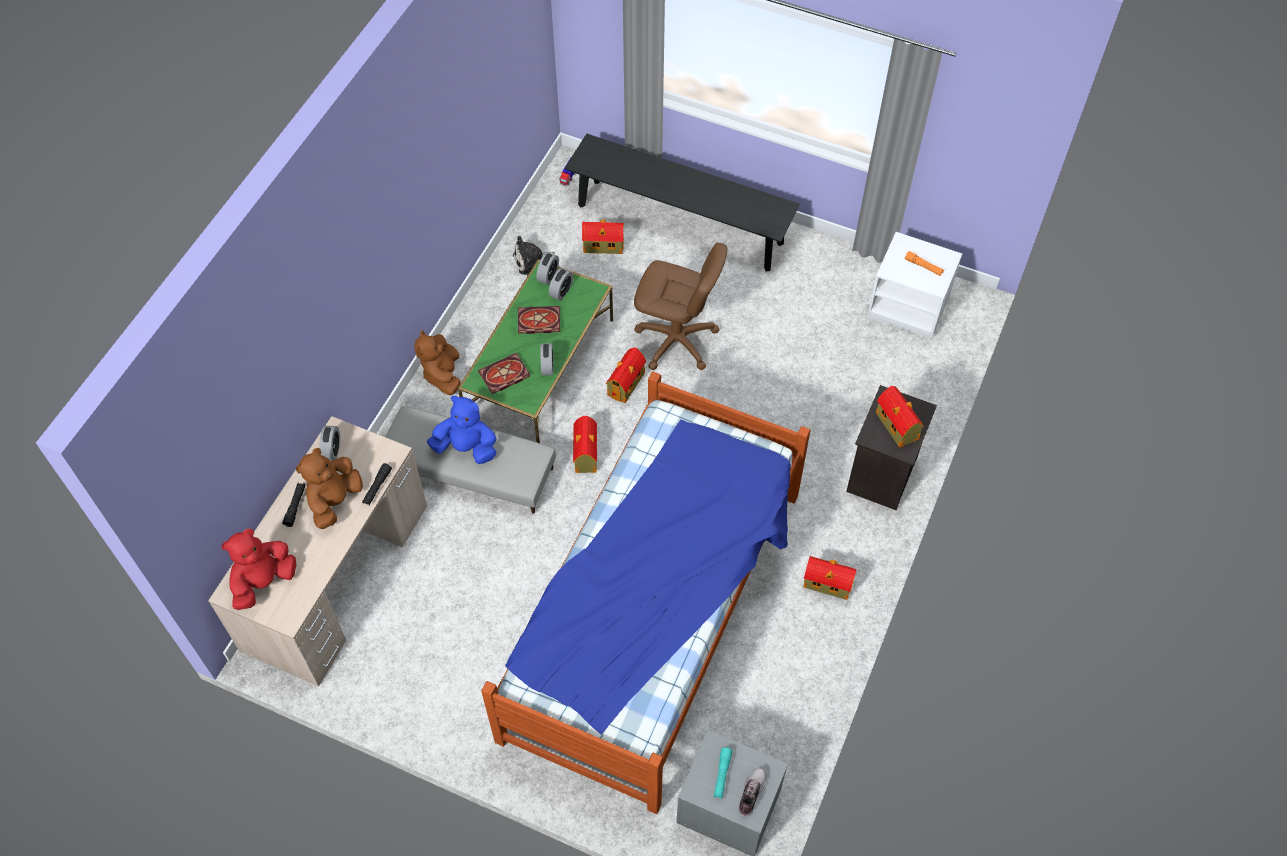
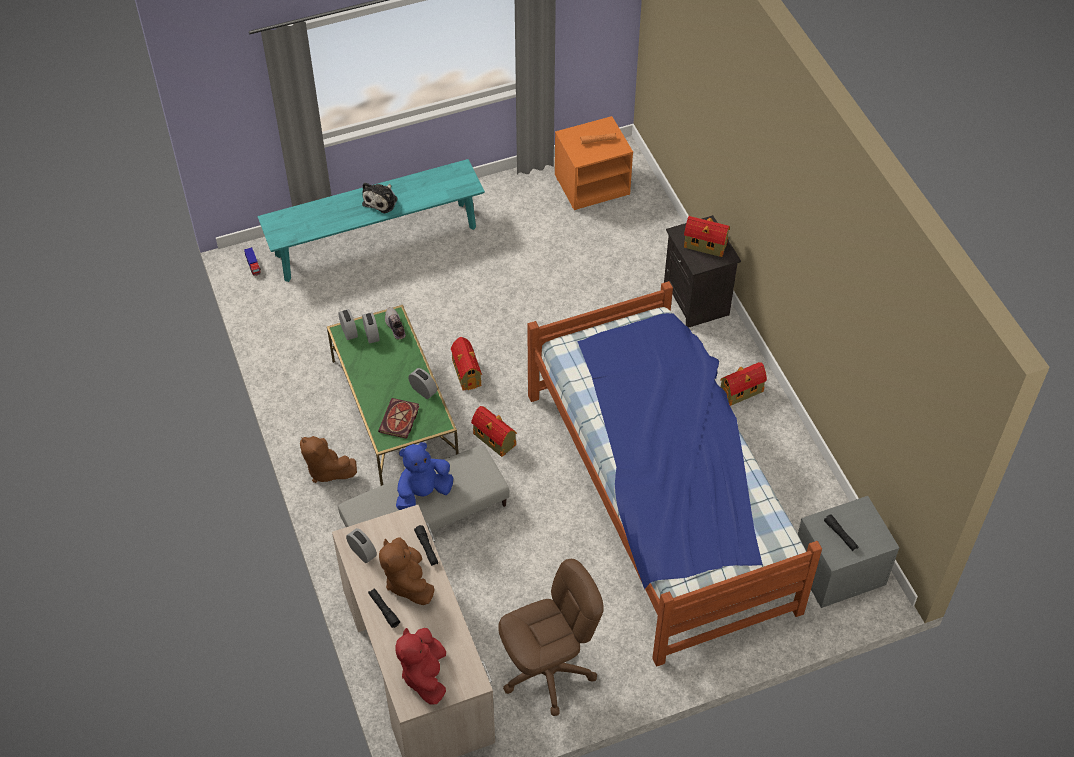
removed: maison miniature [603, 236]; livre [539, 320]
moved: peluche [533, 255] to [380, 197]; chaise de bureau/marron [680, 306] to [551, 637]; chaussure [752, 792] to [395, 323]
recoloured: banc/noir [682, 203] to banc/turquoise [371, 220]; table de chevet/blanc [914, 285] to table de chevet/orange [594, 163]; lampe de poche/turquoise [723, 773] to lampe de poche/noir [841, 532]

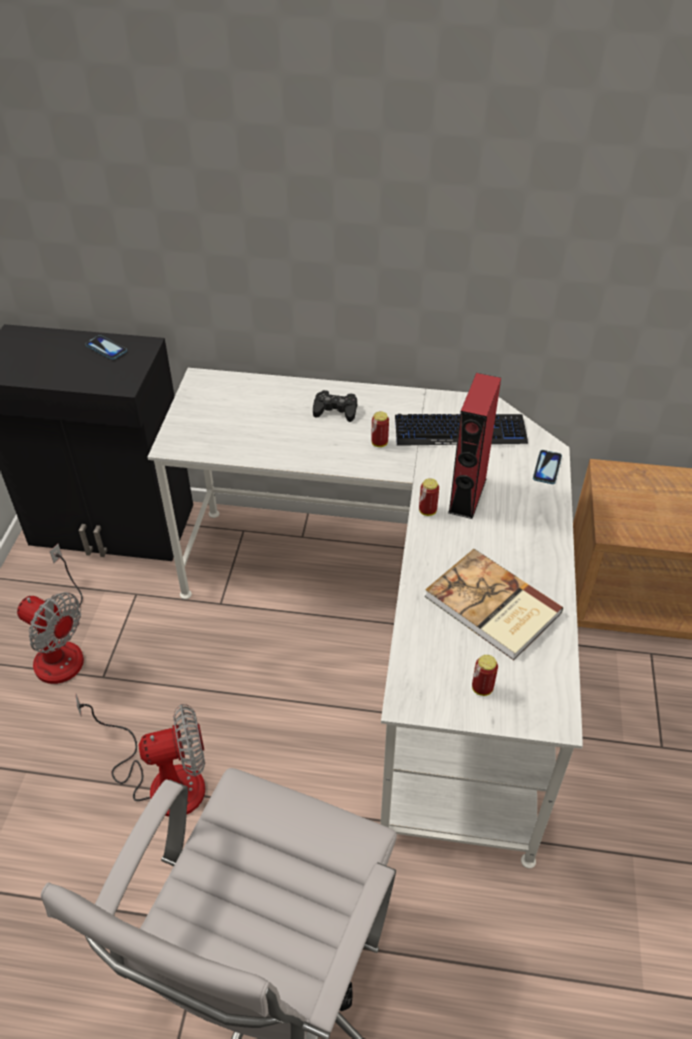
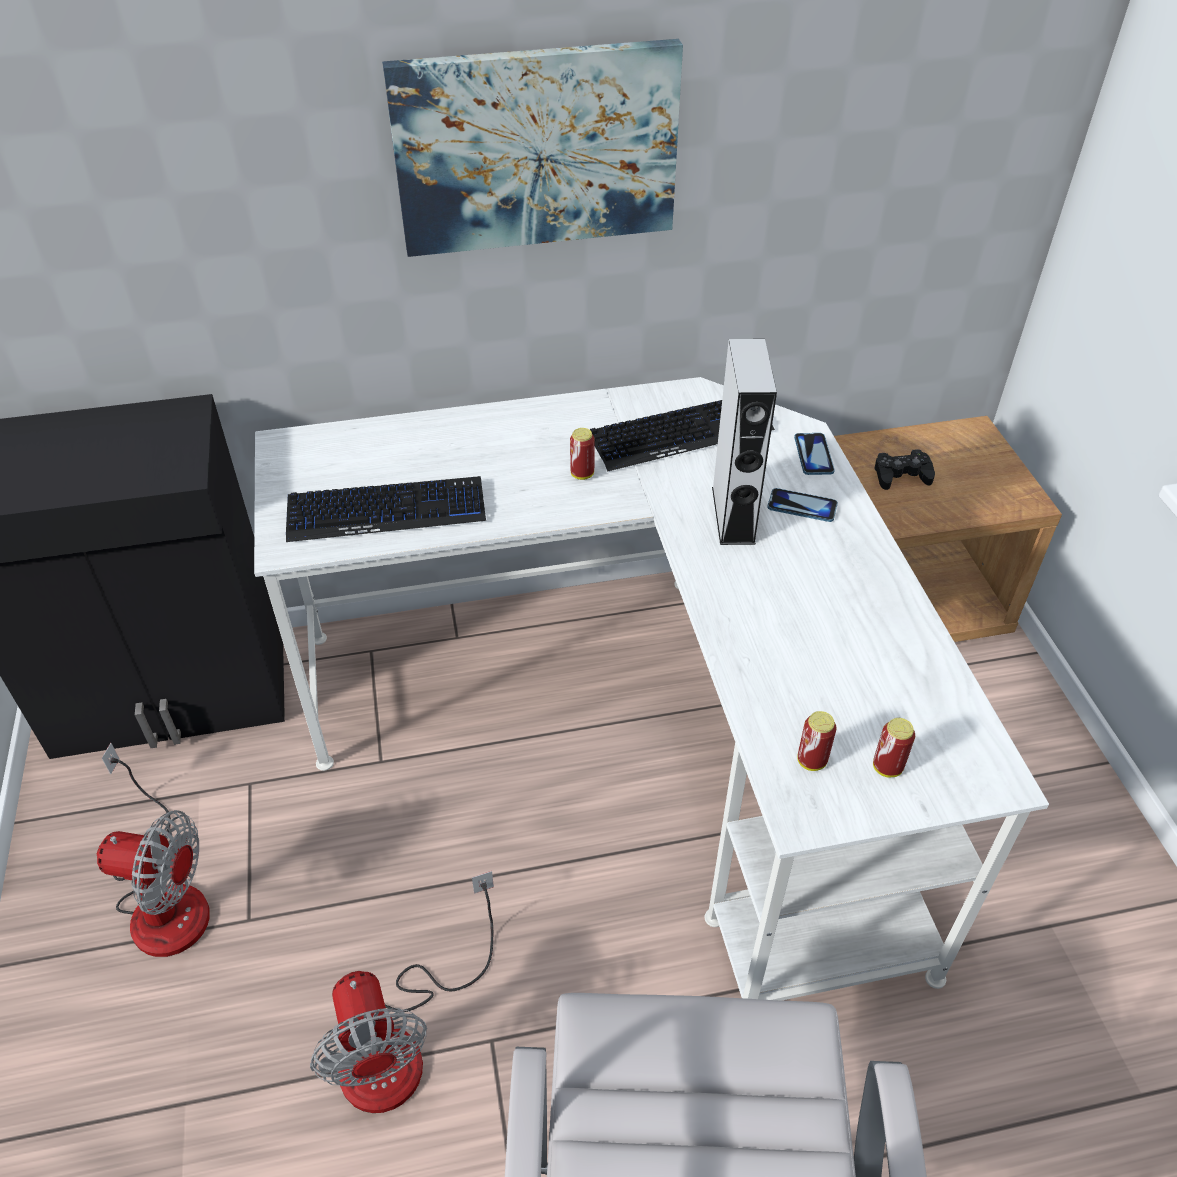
removed: livre [494, 604]
added: tableau [532, 148]; clavier [386, 509]
moved: téléphone [106, 347] to [802, 505]; manette/noir [335, 406] to [905, 469]; boîte métallique [429, 497] to [817, 741]
recoloured: enceinte/rouge [474, 446] to enceinte/gris [744, 442]
turned: ventilateur [140, 755] = [402, 992] 105 degrees clockwise

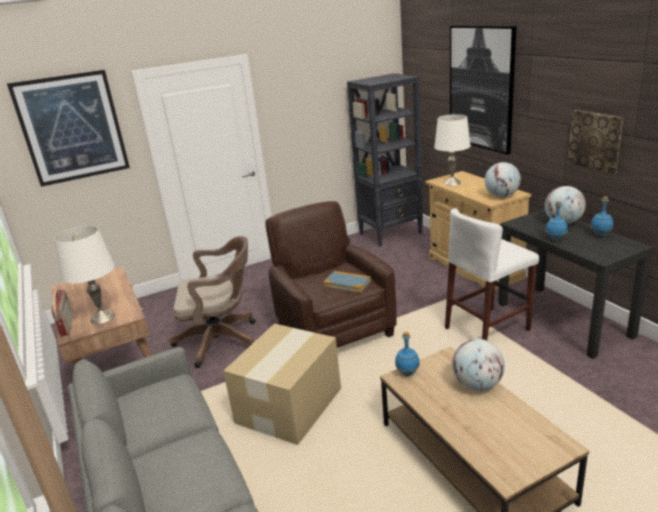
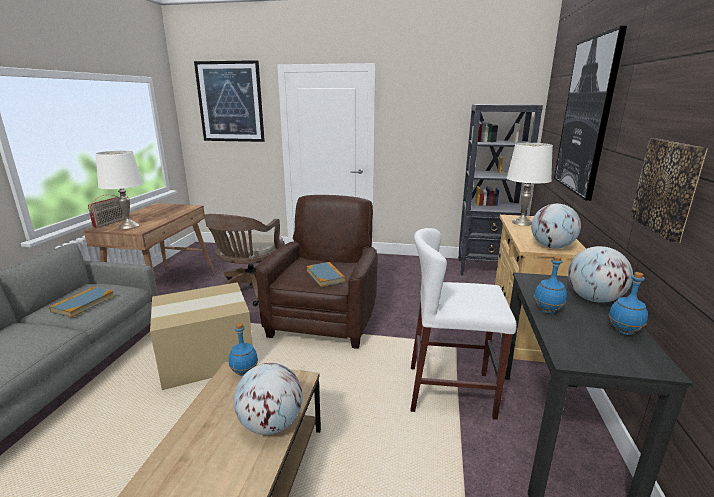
added: livre [81, 302]
turned: chaise de bureau/marron [212, 302] = [244, 260] 75 degrees clockwise

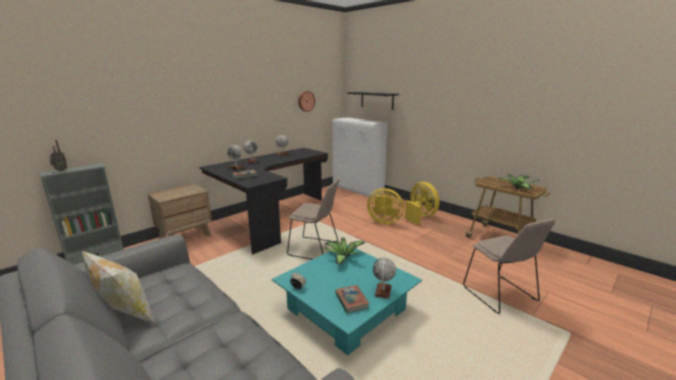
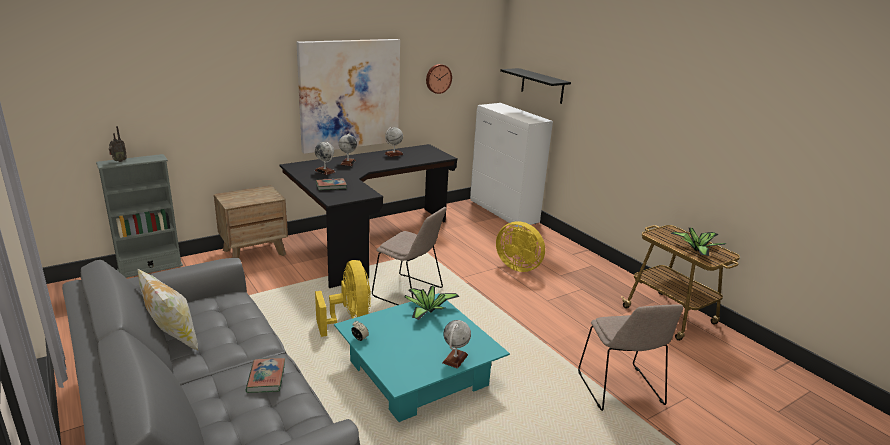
added: tableau [348, 96]
moved: ventilateur/jaune [422, 203] to [343, 298]; livre [352, 299] to [265, 375]

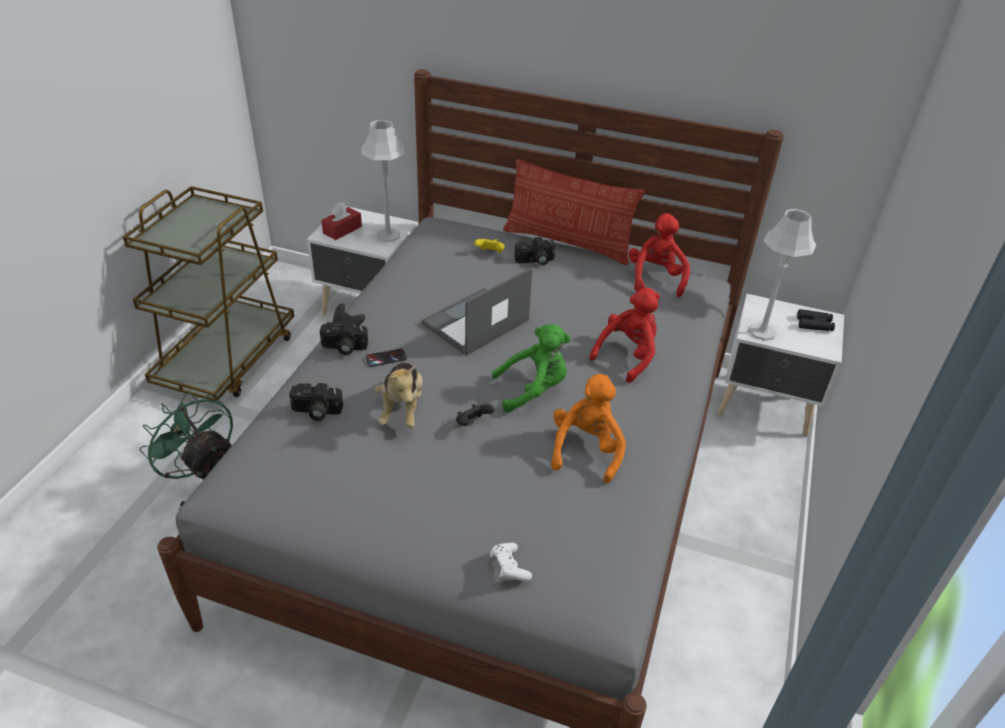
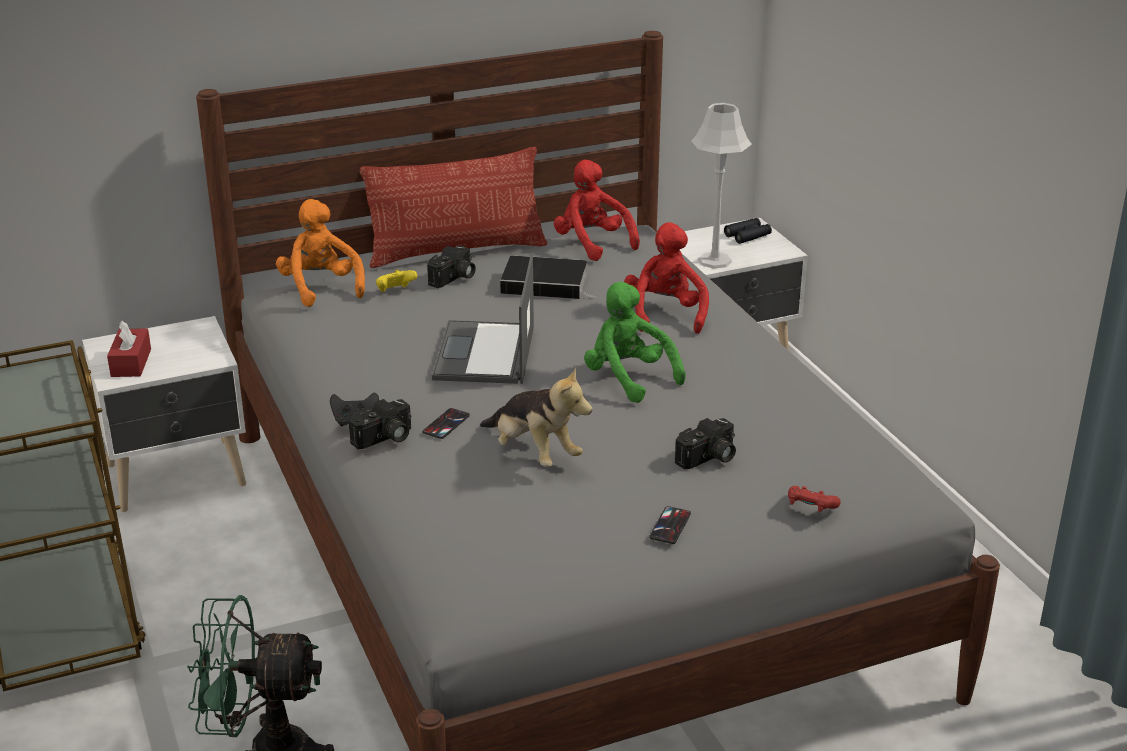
removed: lampe de table/gris [383, 181]; manette/noir [475, 415]
added: livre [547, 277]; téléphone [670, 525]
moved: peluche/orange [588, 429] to [320, 253]; appareil photo [316, 402] to [705, 443]
recoloured: manette/blanc [511, 562] to manette/rouge [814, 499]
turned: peluche/vert [531, 368] = [635, 342] 75 degrees counterclockwise

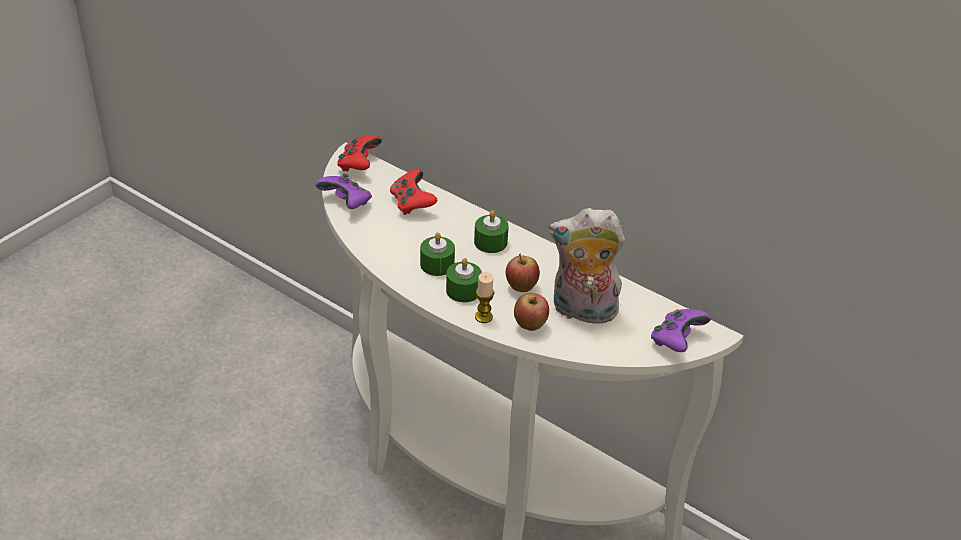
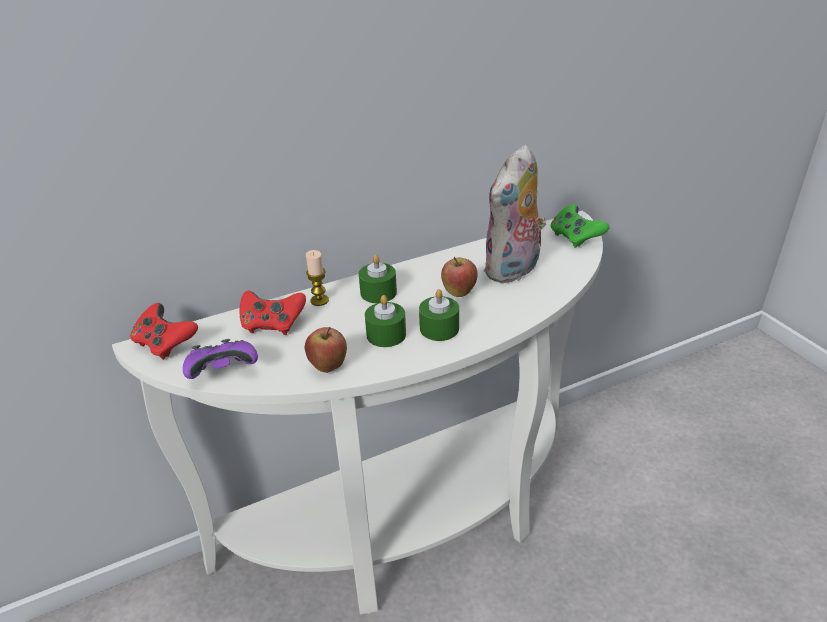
moved: bougie [484, 297] to [317, 278]; pomme [531, 312] to [326, 350]
recoloured: manette/violet [681, 330] to manette/vert [580, 226]

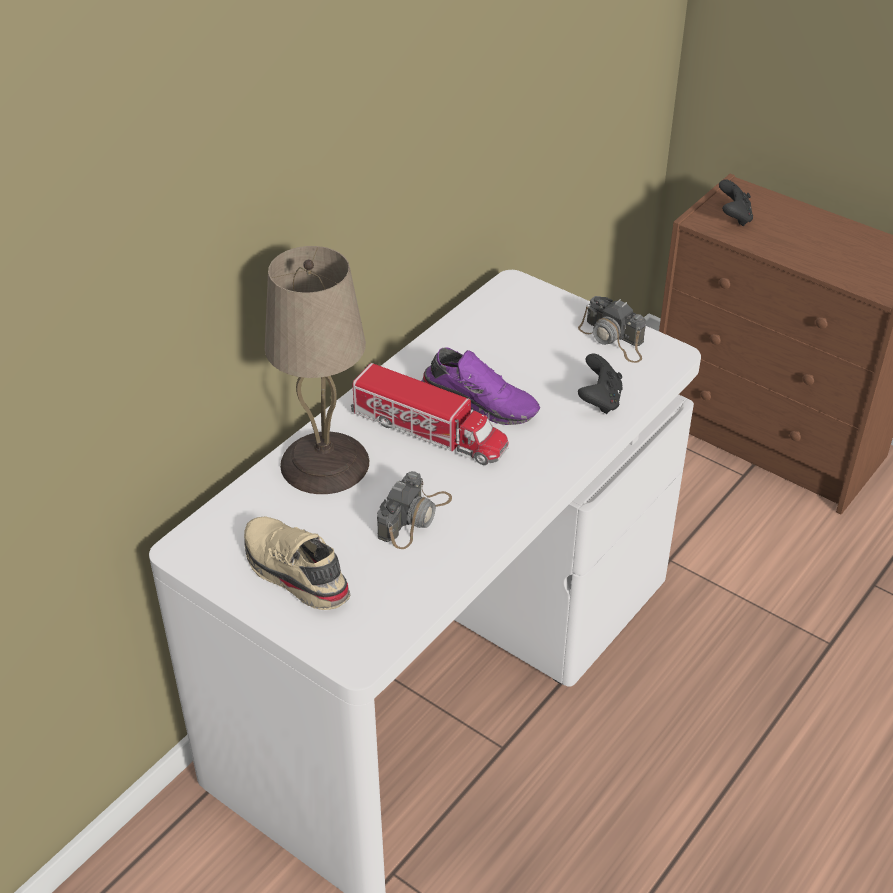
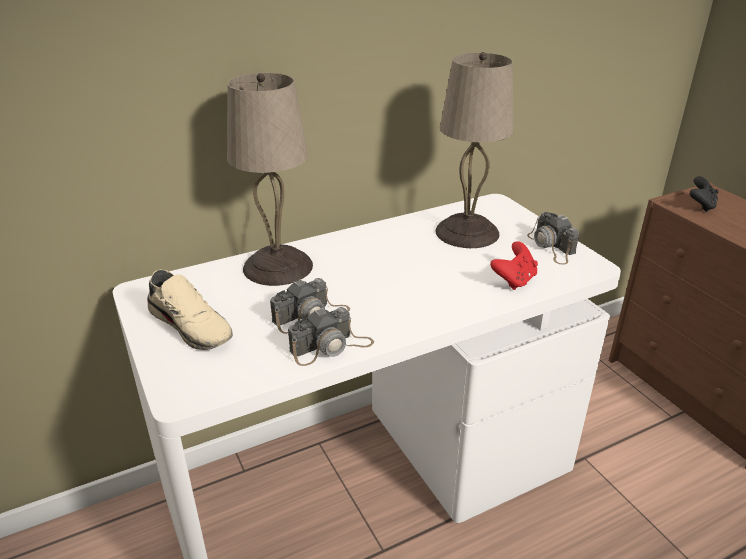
removed: chaussure/violet [480, 386]; camion jouet [430, 414]
added: lampe de table/beige [474, 150]; appareil photo [331, 336]
recoloured: manette/noir [600, 383] to manette/rouge [514, 265]
turned: chaussure/beige [297, 563] = [190, 310] 150 degrees clockwise

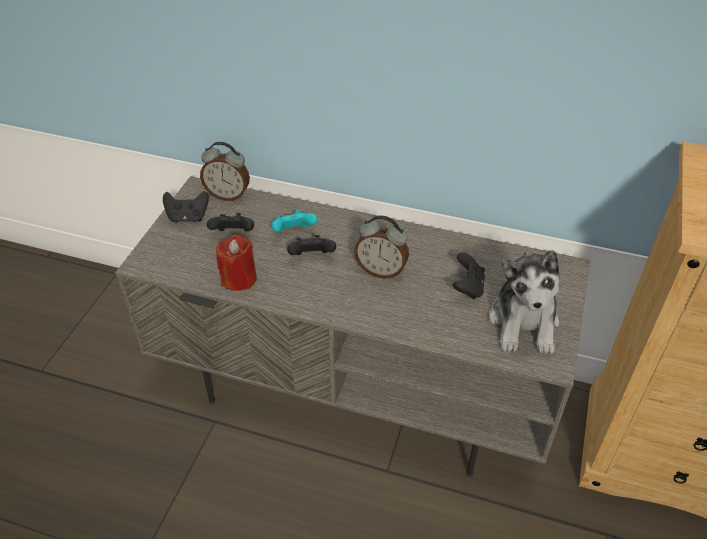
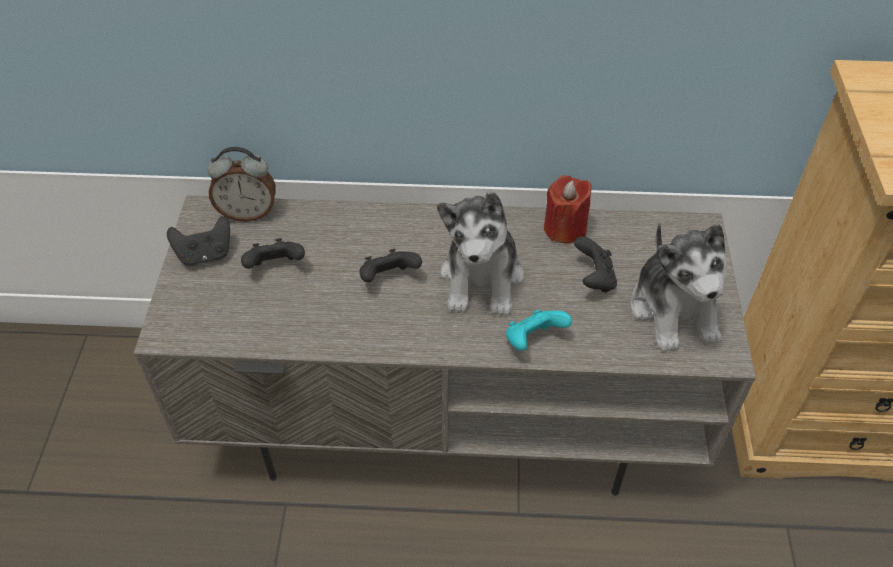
moved: manette/turquoise [294, 221] to [539, 330]; bougie/rouge [236, 263] to [568, 209]
replaced: réveil [381, 247] to peluche [480, 254]

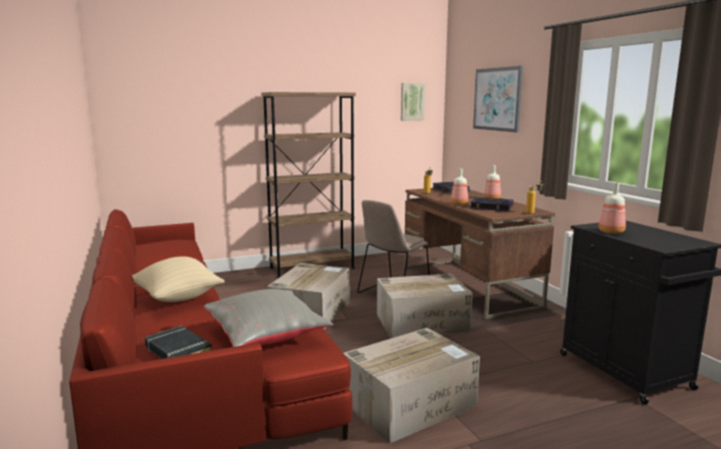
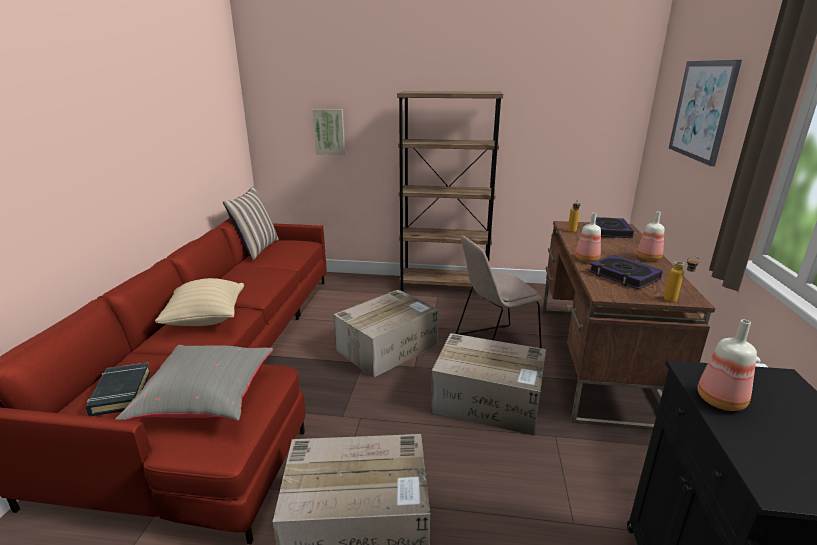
added: coussin [251, 223]
moved: tableau [413, 102] to [329, 132]

